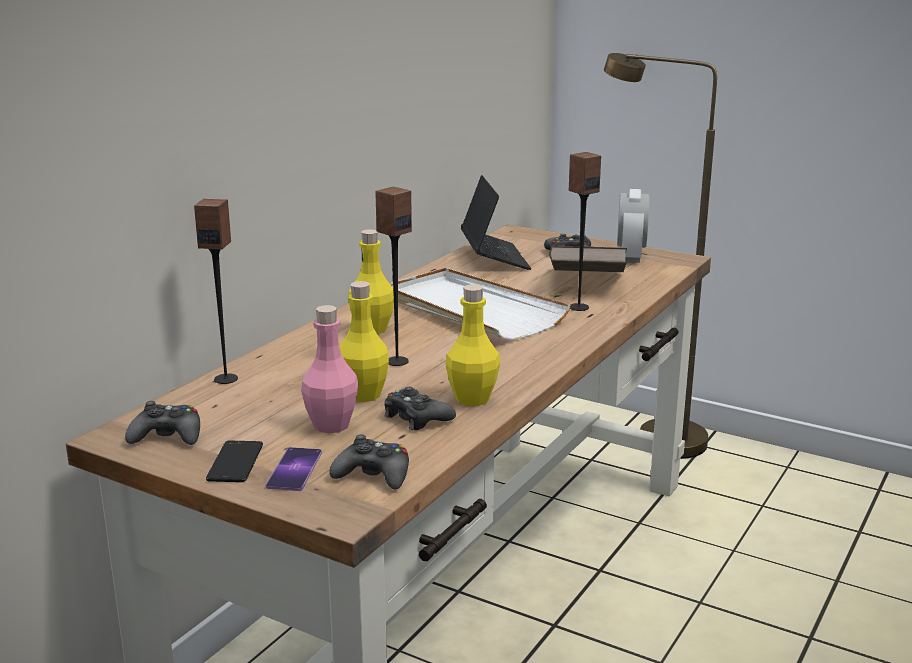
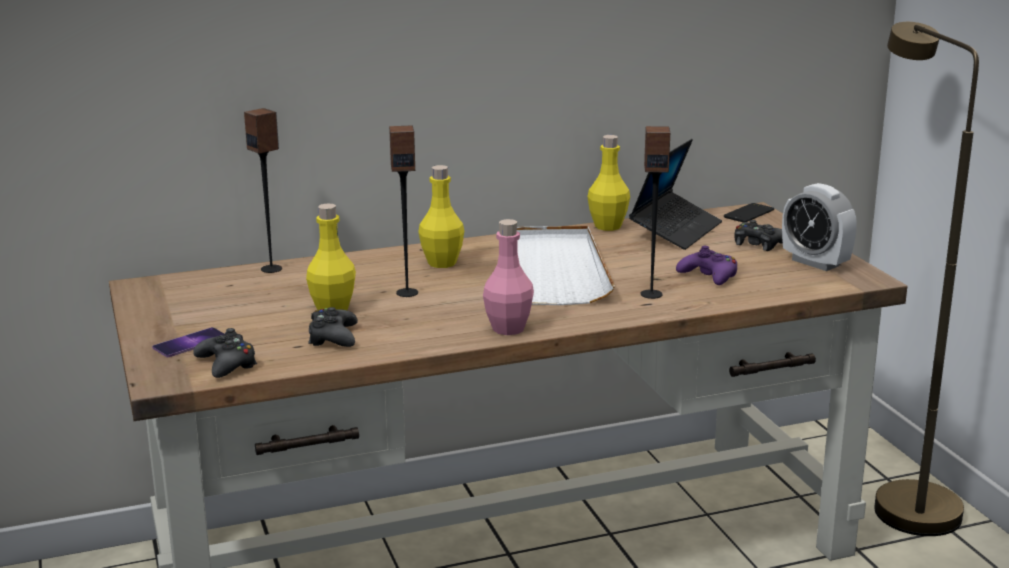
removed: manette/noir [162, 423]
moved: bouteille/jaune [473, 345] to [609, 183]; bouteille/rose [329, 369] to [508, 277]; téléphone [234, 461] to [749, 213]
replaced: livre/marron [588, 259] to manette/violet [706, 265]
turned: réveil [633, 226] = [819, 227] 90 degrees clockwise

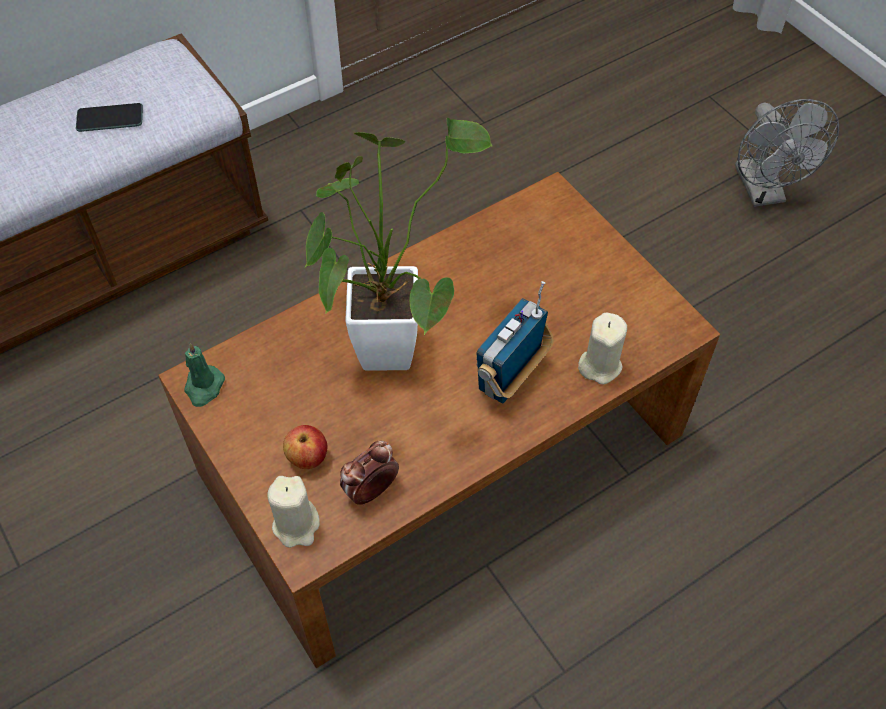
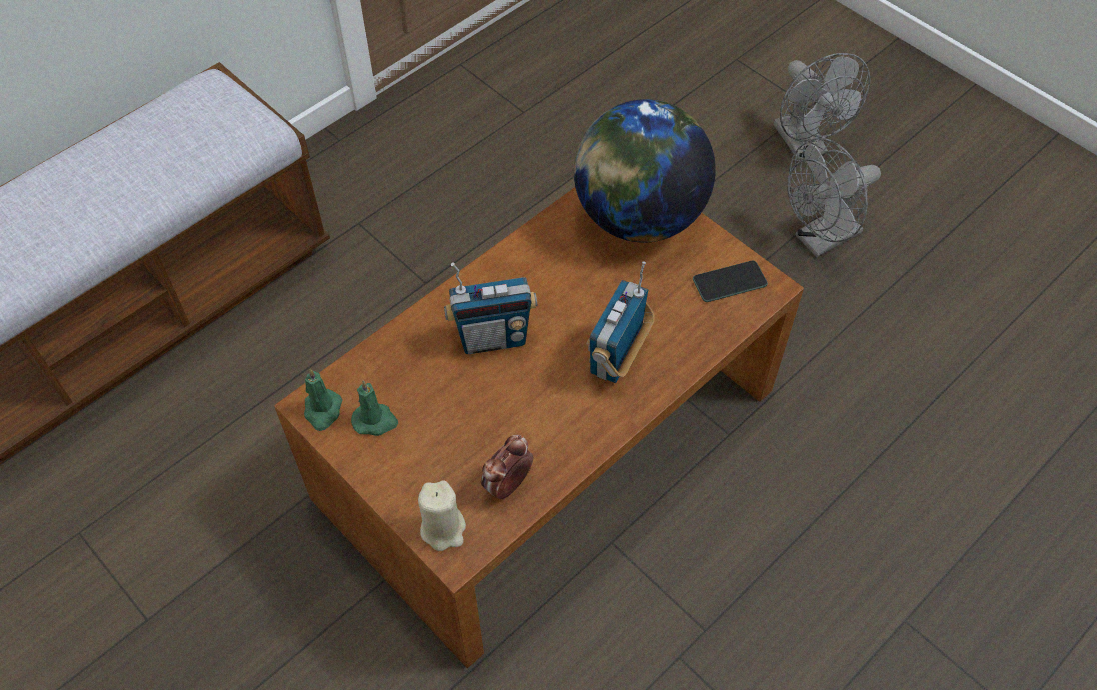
removed: bougie/beige [602, 348]; pomme [305, 447]
added: globe [645, 171]; ventilateur/gris [834, 197]; bougie/vert [374, 408]
moved: téléphone [109, 117] to [730, 281]
replaced: plante en pot [399, 244] to radio [490, 308]

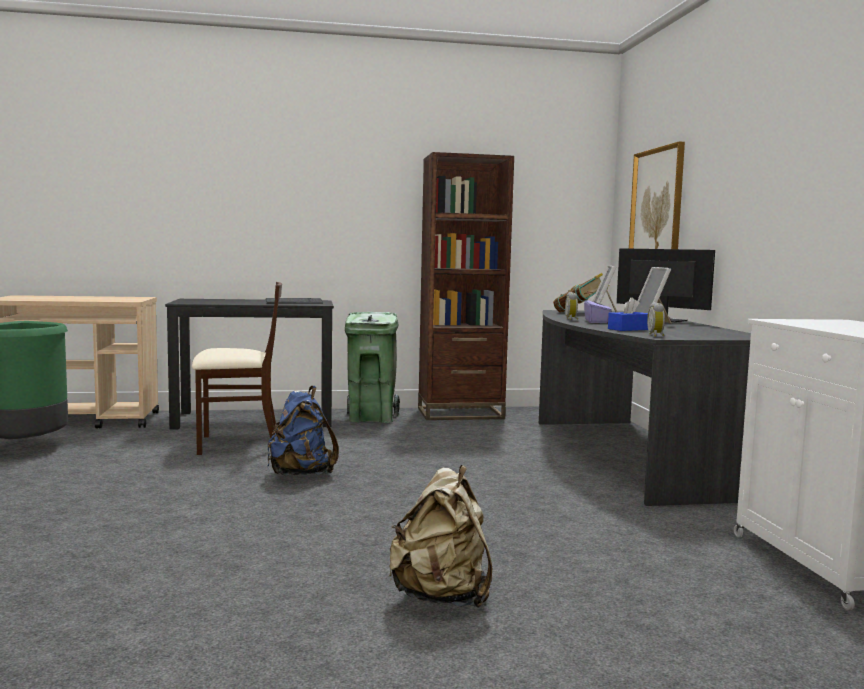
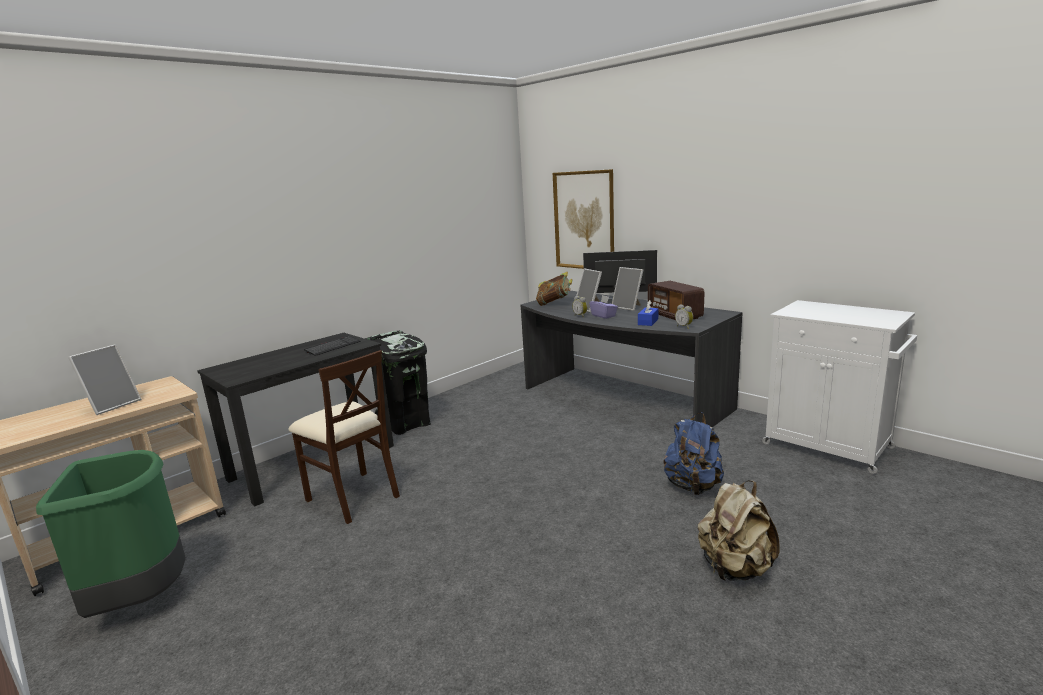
removed: bibliothèque/marron [466, 286]
added: radio [676, 300]; cadre photo [104, 379]
moved: sac à dos/bleu [303, 431] to [693, 453]
recoloured: poubelle/vert [372, 367] to poubelle/noir [398, 383]
turned: chaise/beige [237, 368] = [344, 437] 90 degrees clockwise

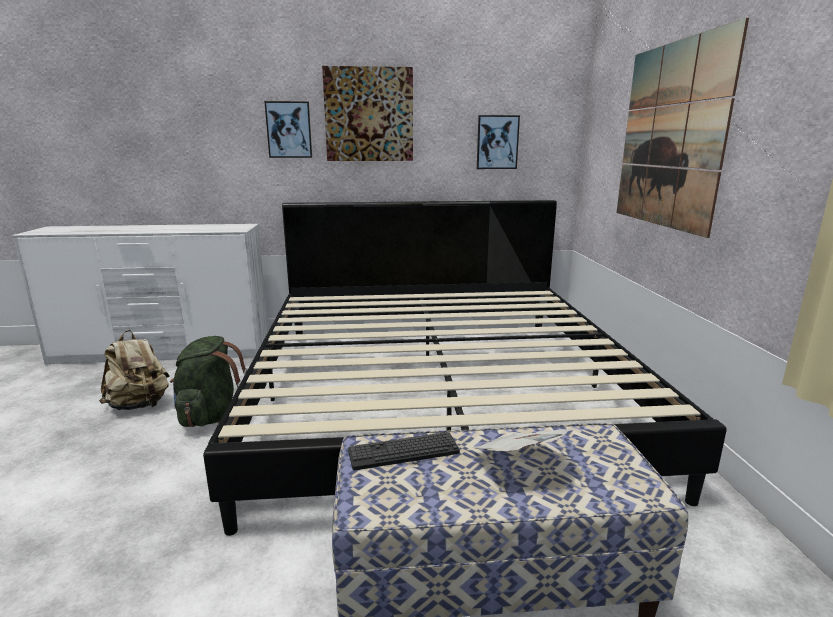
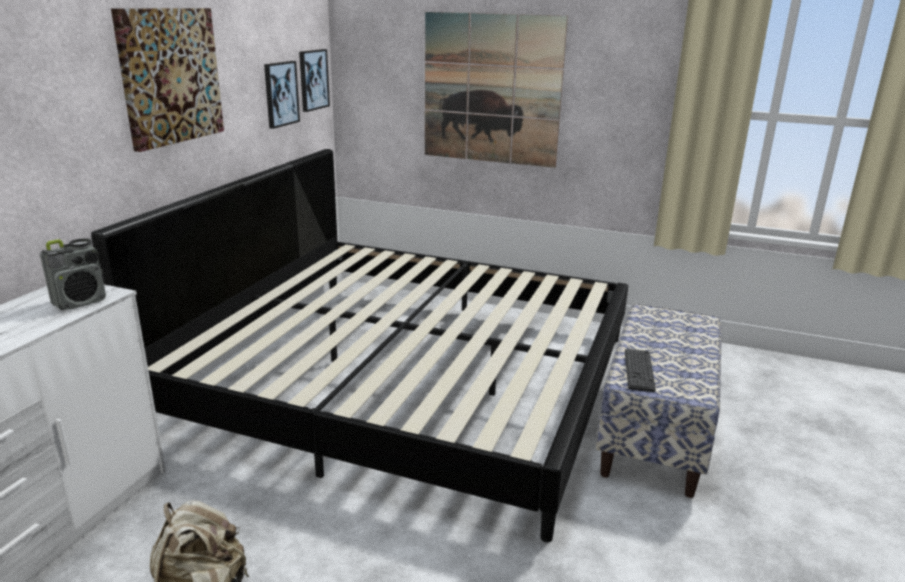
removed: sac à dos/vert [209, 381]; journal [524, 440]
added: radio [73, 274]
moved: tableau [288, 129] to [314, 80]

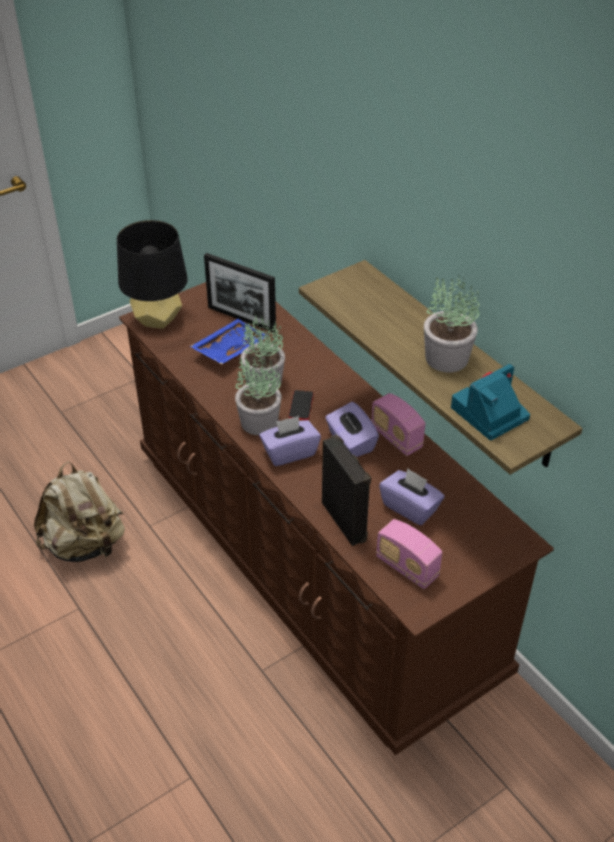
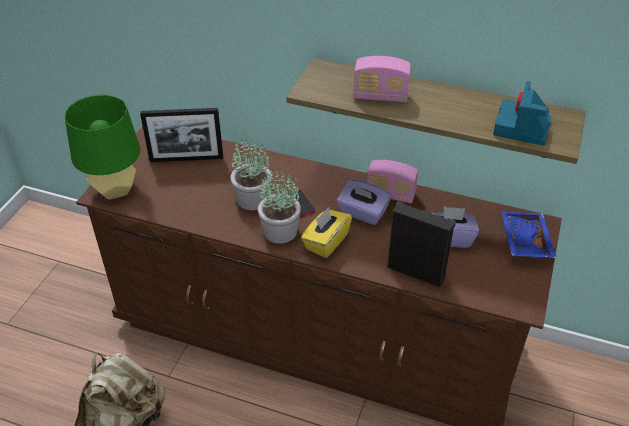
removed: plante en pot [452, 323]
moved: plateau/bleu [229, 341] to [529, 234]; radio [409, 554] to [382, 79]
recoloured: lampe de table/noir [152, 274] to lampe de table/vert [102, 147]; boîte à mouchoirs/violet [290, 441] to boîte à mouchoirs/jaune [326, 232]

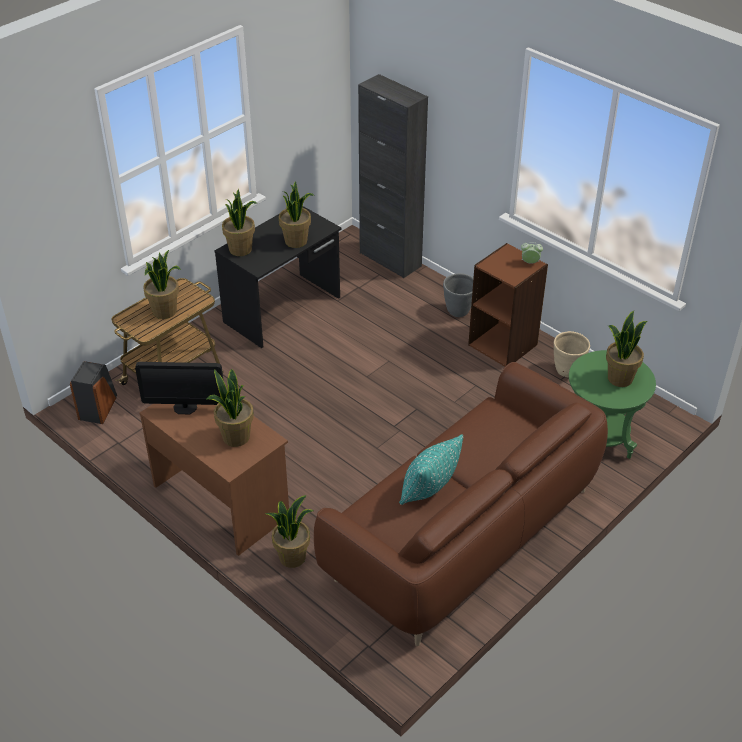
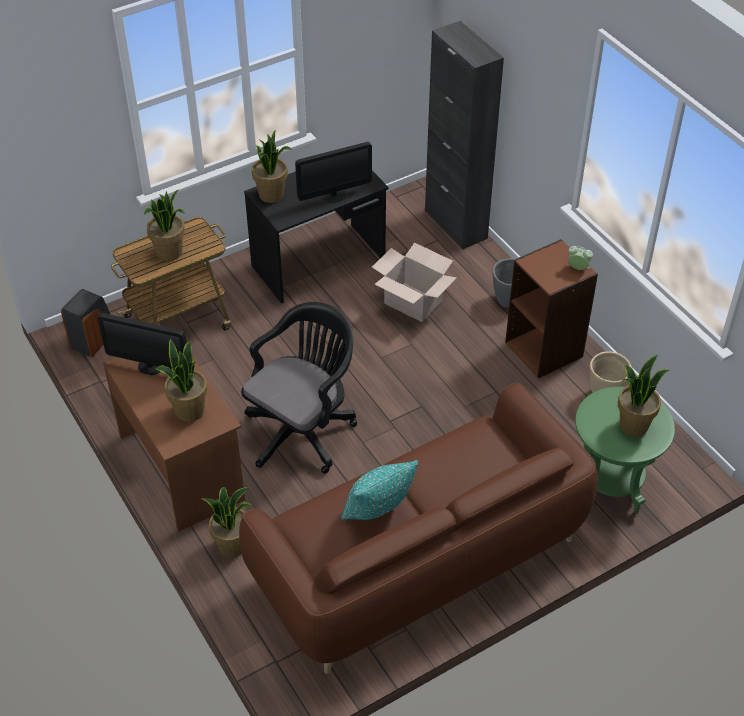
added: carton [414, 282]; chaise de bureau/noir [299, 388]
replaced: plante en pot [296, 214] to écran d'ordinateur [333, 172]

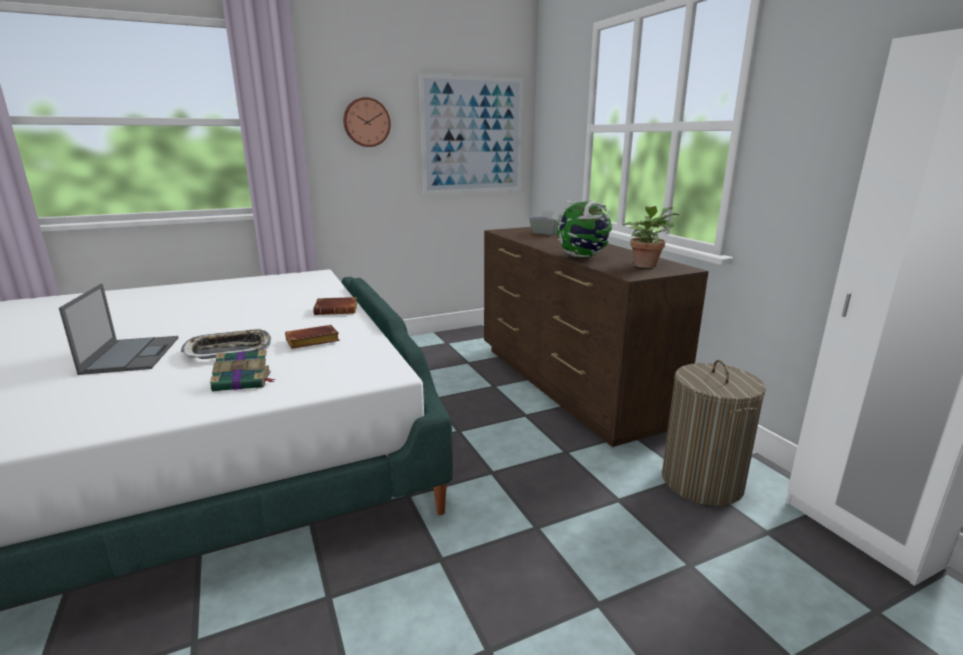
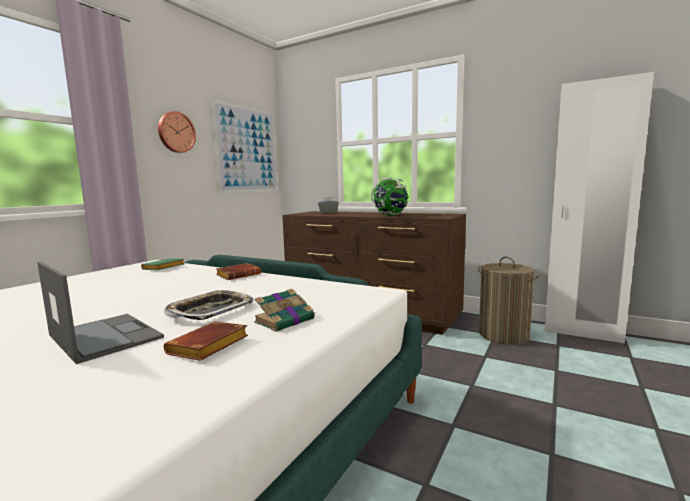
removed: plante en pot [651, 237]
added: livre/vert [162, 264]
moved: livre/marron [312, 337] to [206, 341]

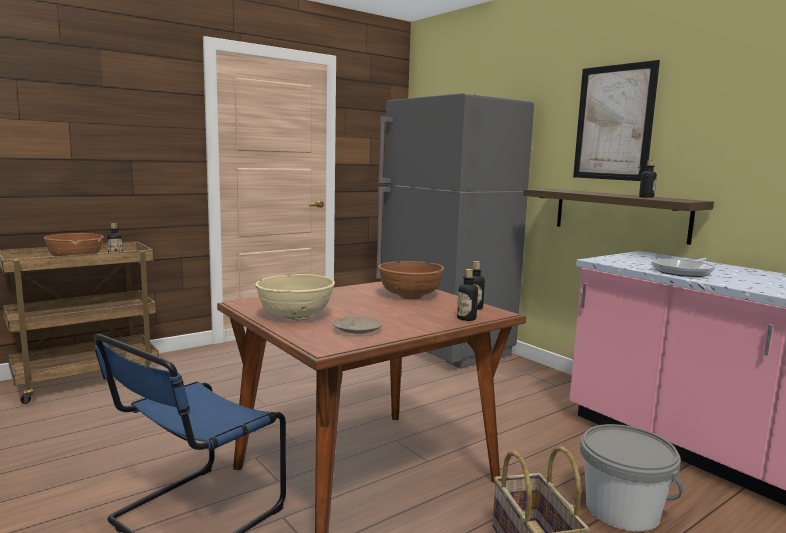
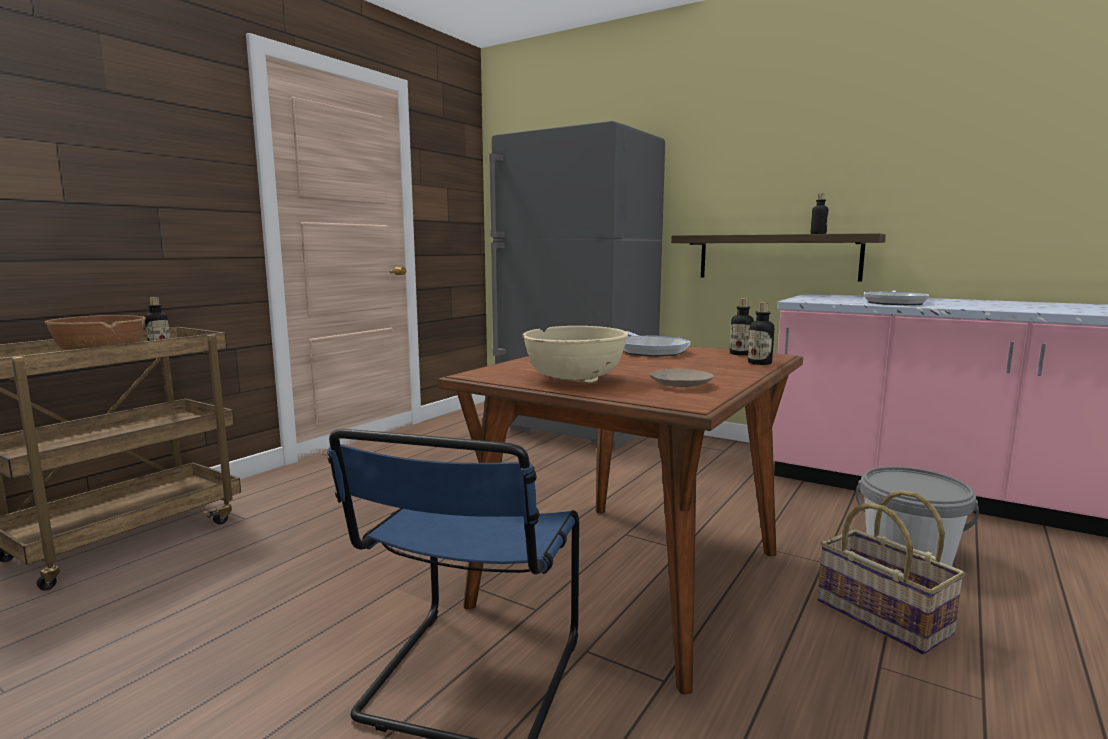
removed: tableau [616, 120]
replaced: bol/marron [411, 280] to poêle [657, 344]

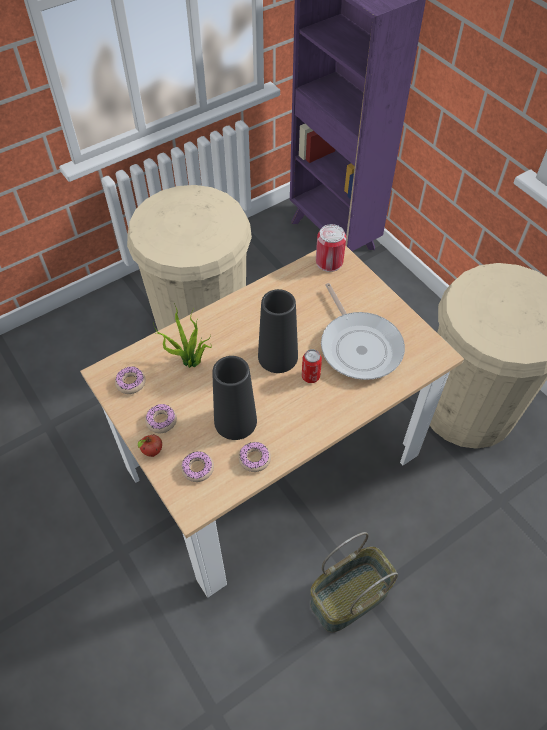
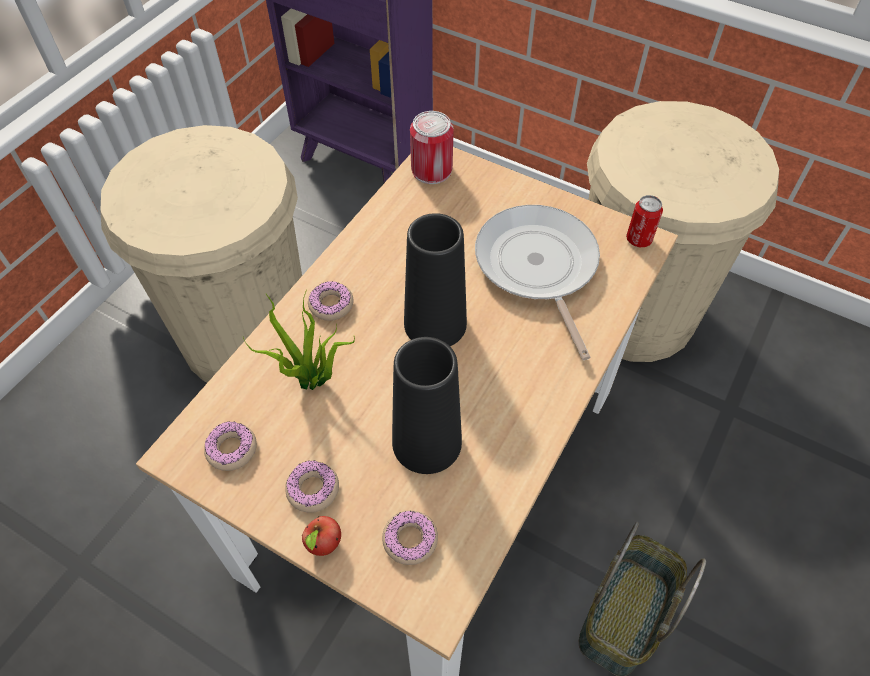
moved: boîte métallique [312, 366] to [644, 221]; beignet [254, 457] to [330, 301]
turned: poêle [363, 331] = [537, 282] 150 degrees counterclockwise

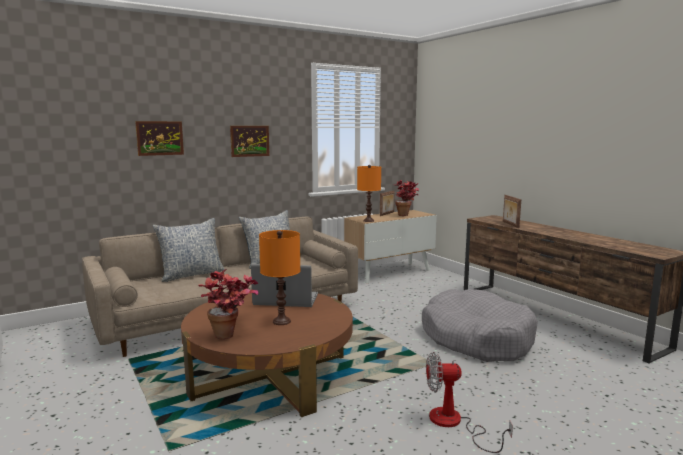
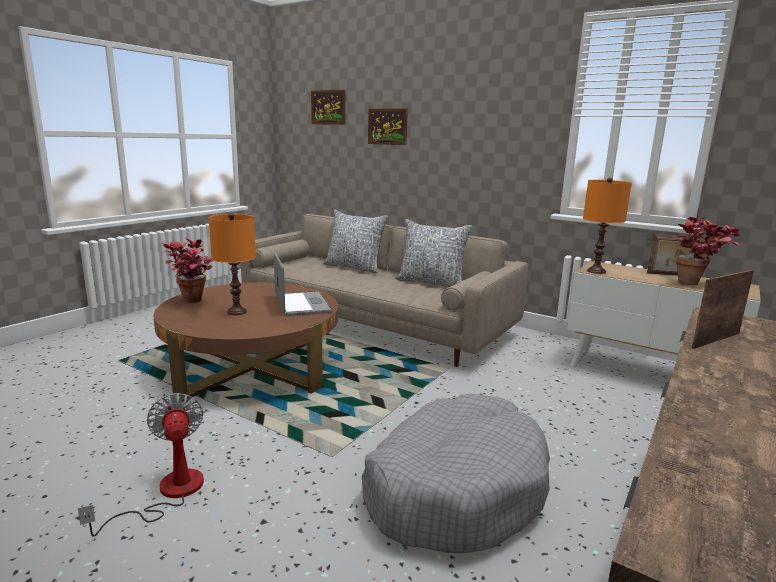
moved: tableau [250, 141] to [328, 107]

